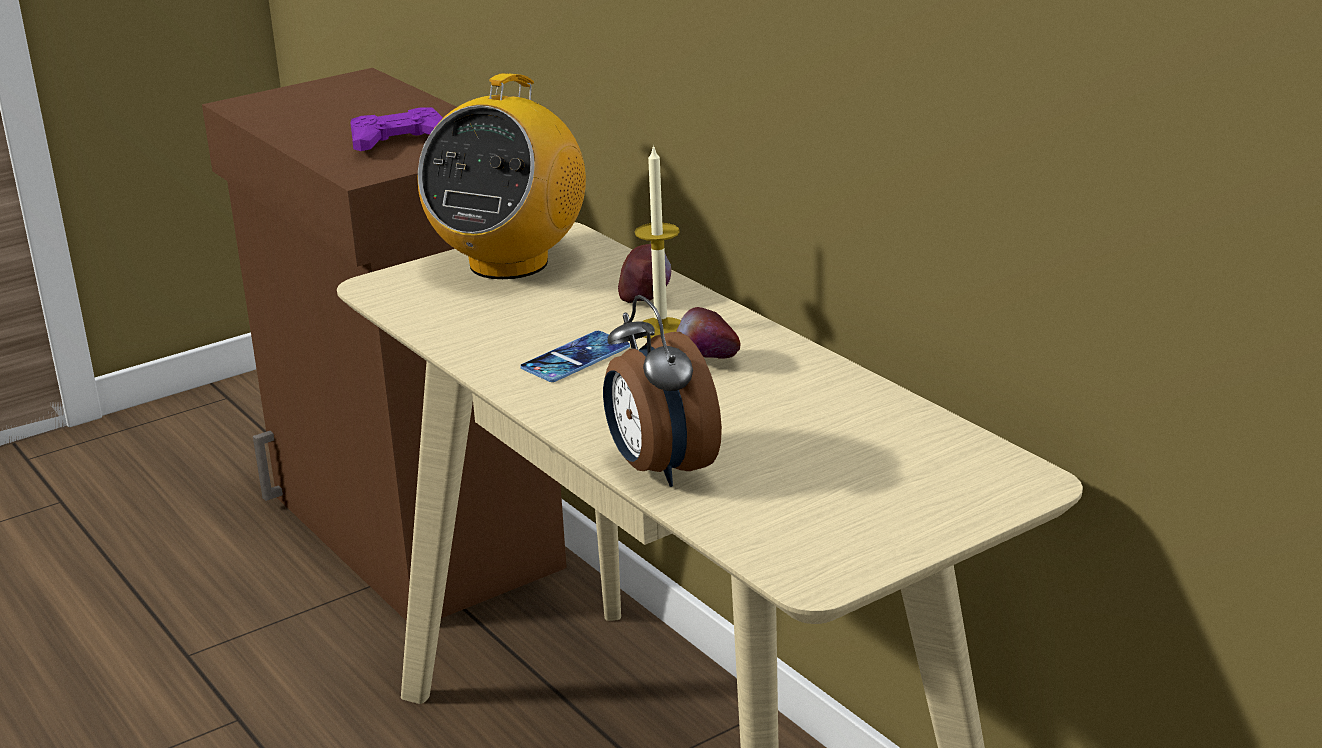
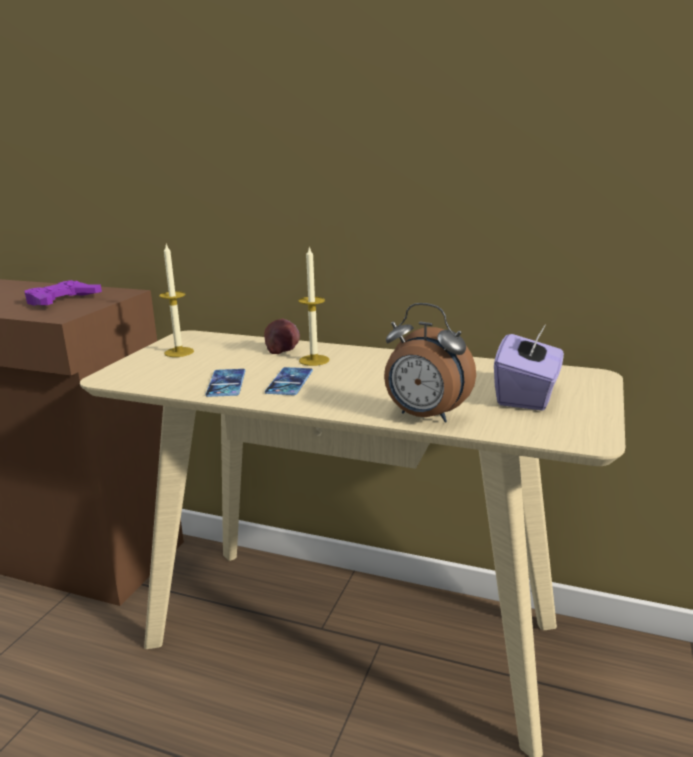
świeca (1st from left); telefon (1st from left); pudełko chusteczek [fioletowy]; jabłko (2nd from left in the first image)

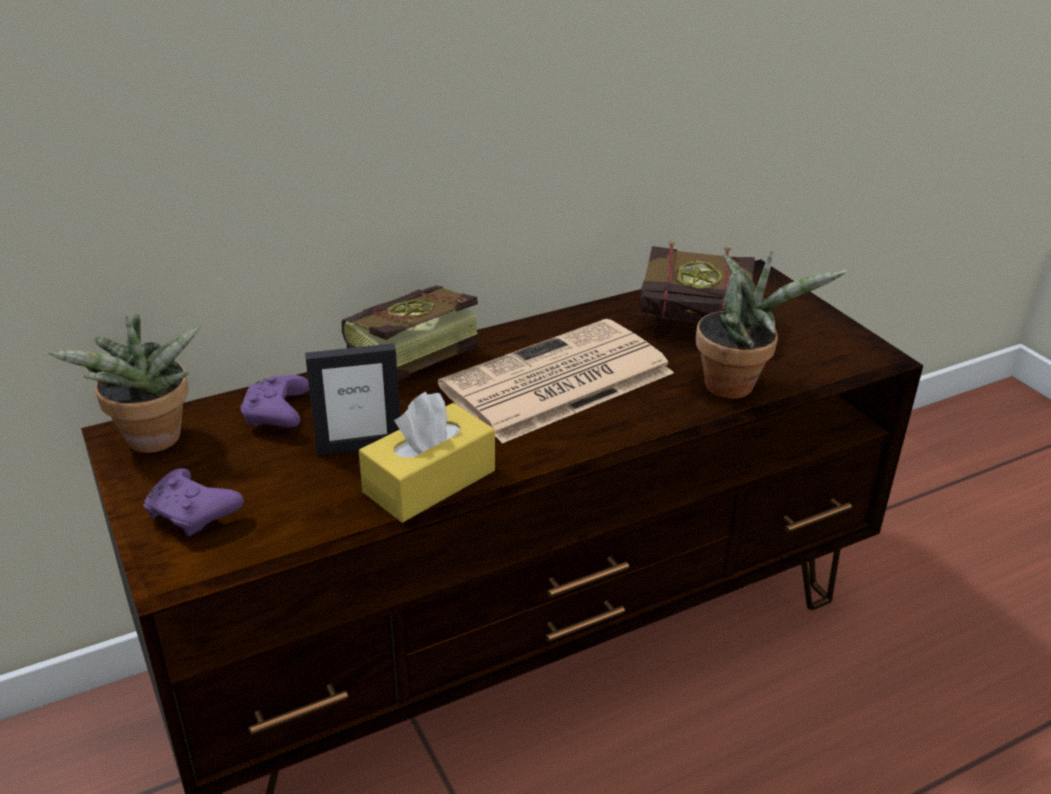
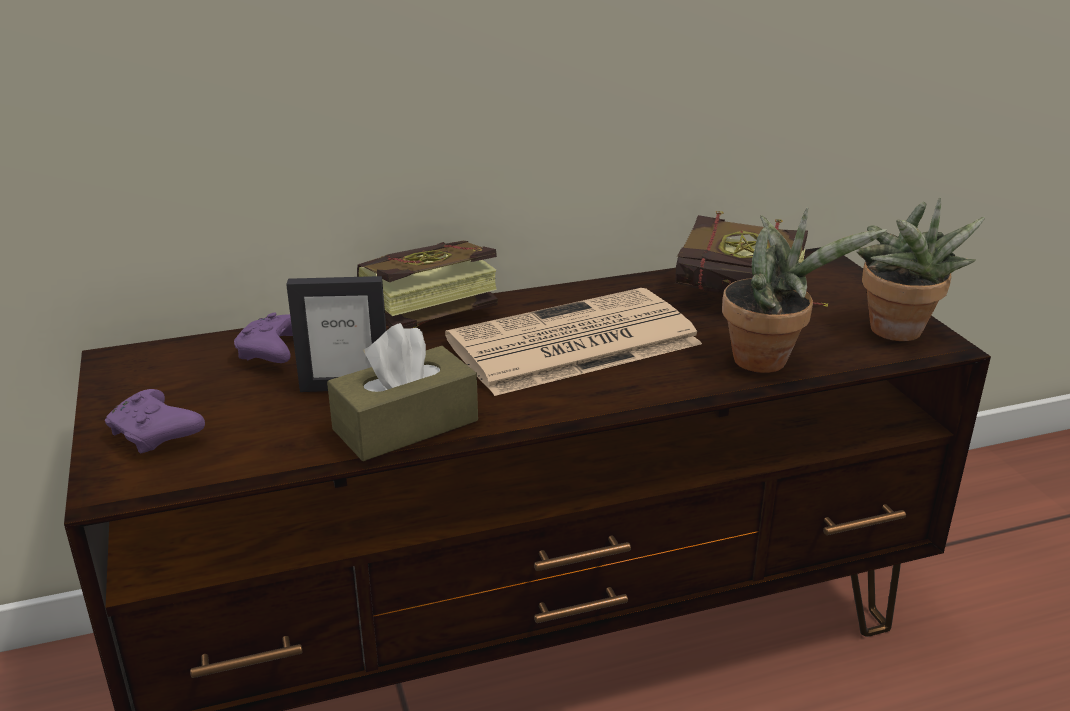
pudełko chusteczek [brązowy]; roślina doniczkowa (2nd from left)

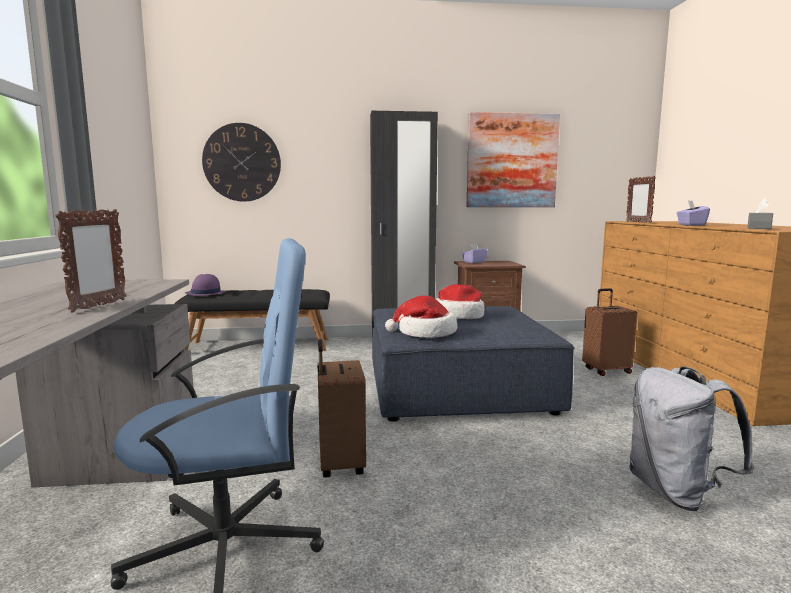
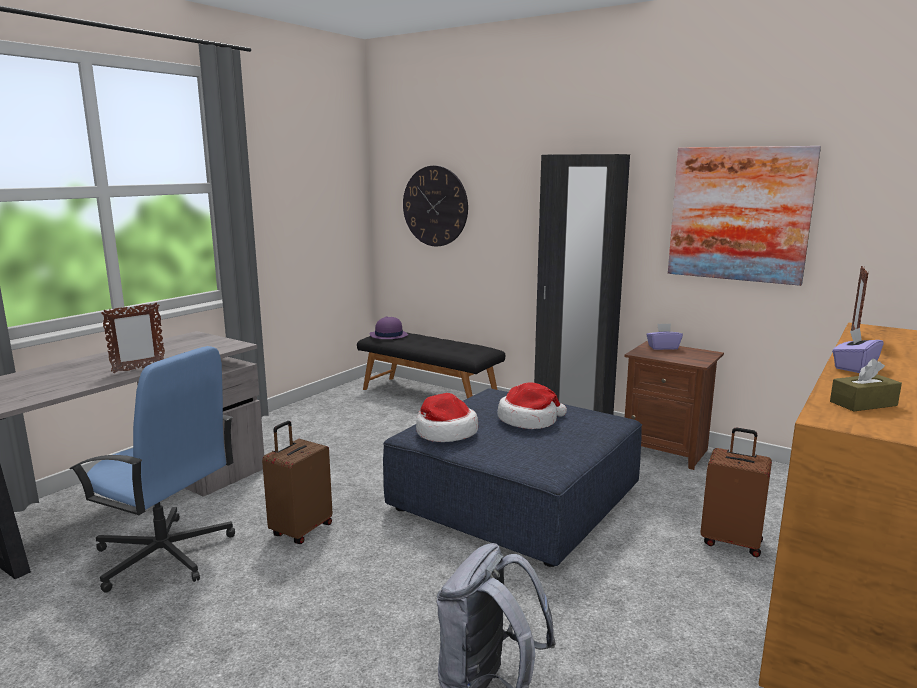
pudełko chusteczek [brązowy]

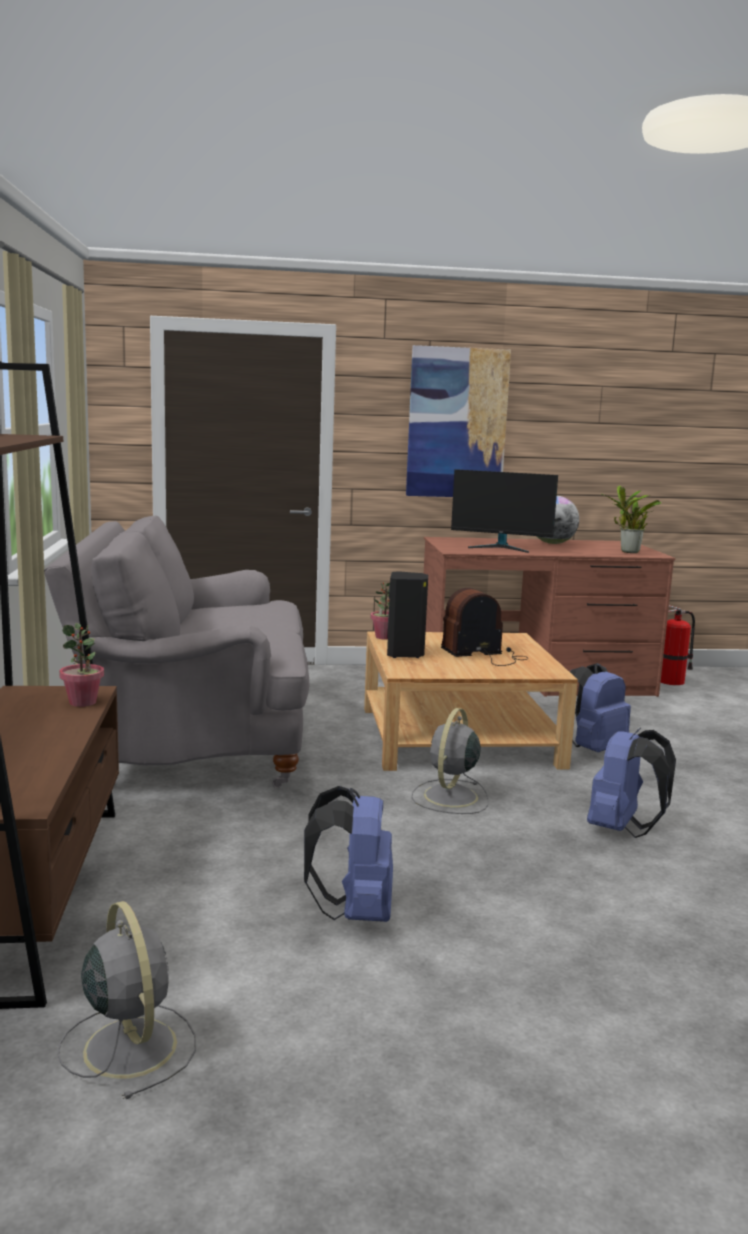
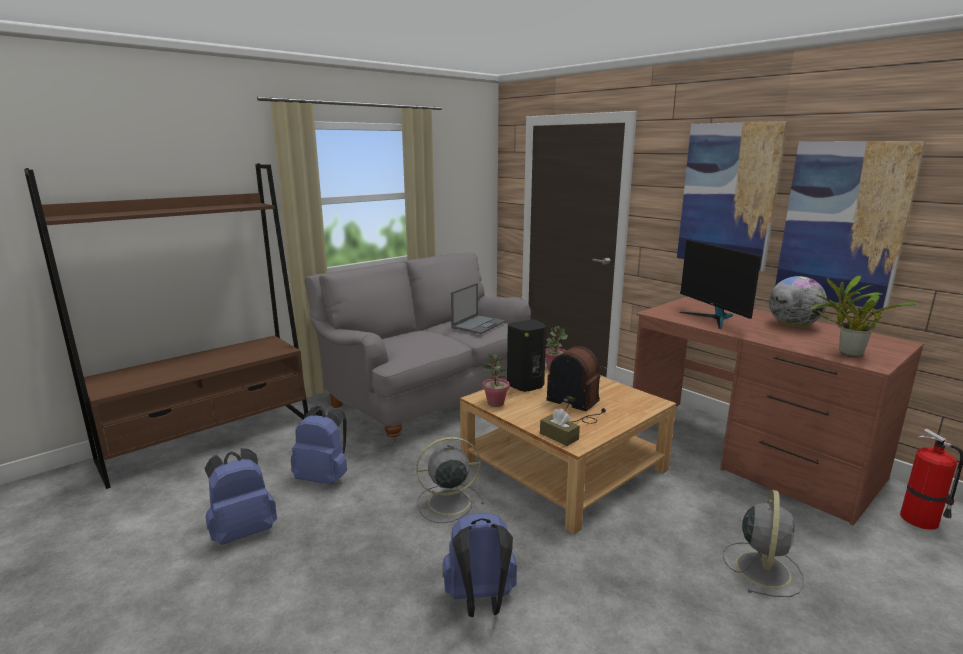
plecak [niebieski] (2nd from left); laptop; roślina doniczkowa (1st from left); pudełko chusteczek [brązowy]; wentylator [szary] (2nd from left); obraz (2nd from left)

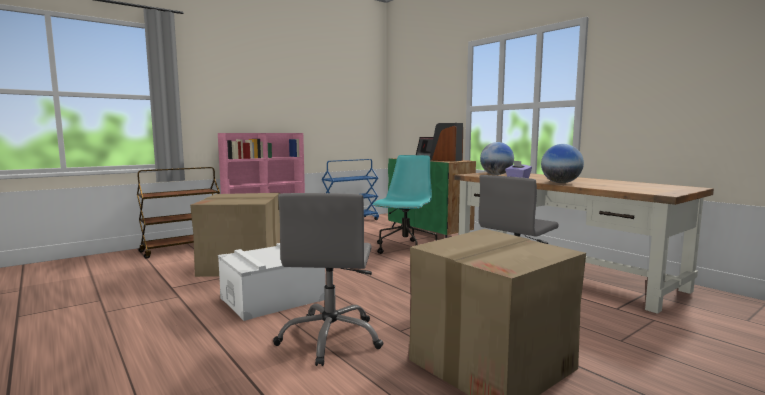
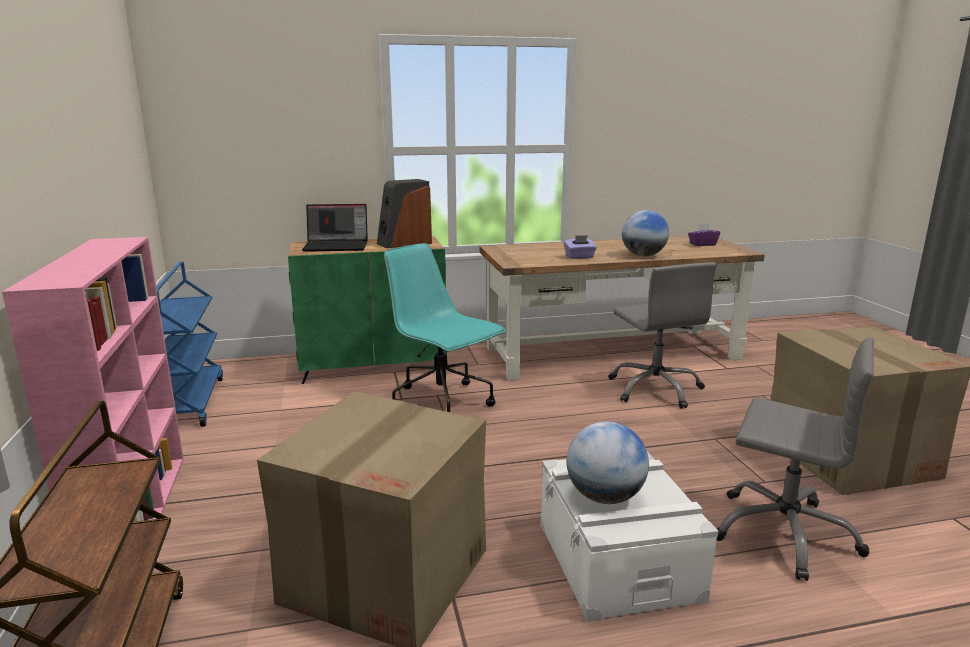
globus (1st from left); pudełko chusteczek [fioletowy] (2nd from left)

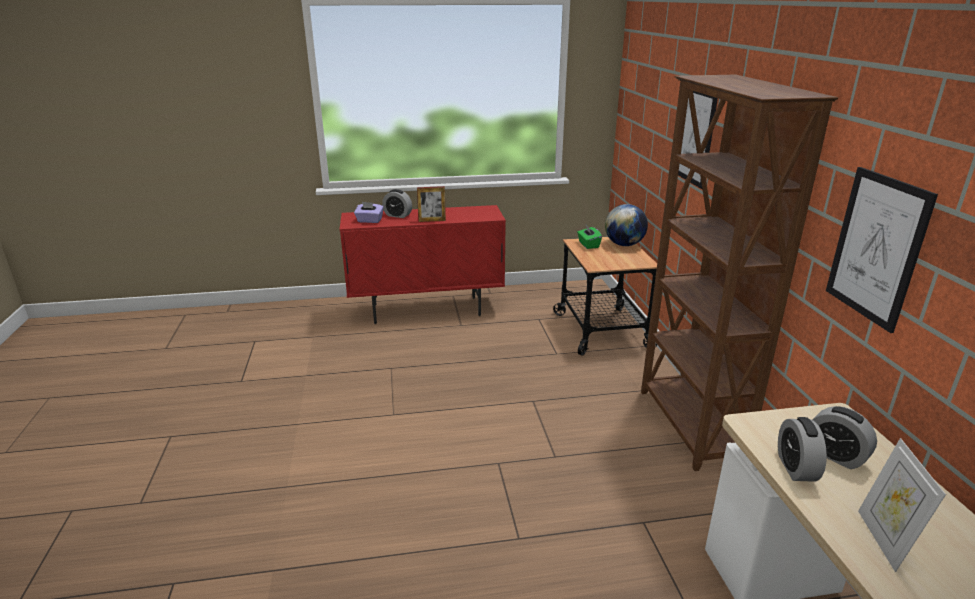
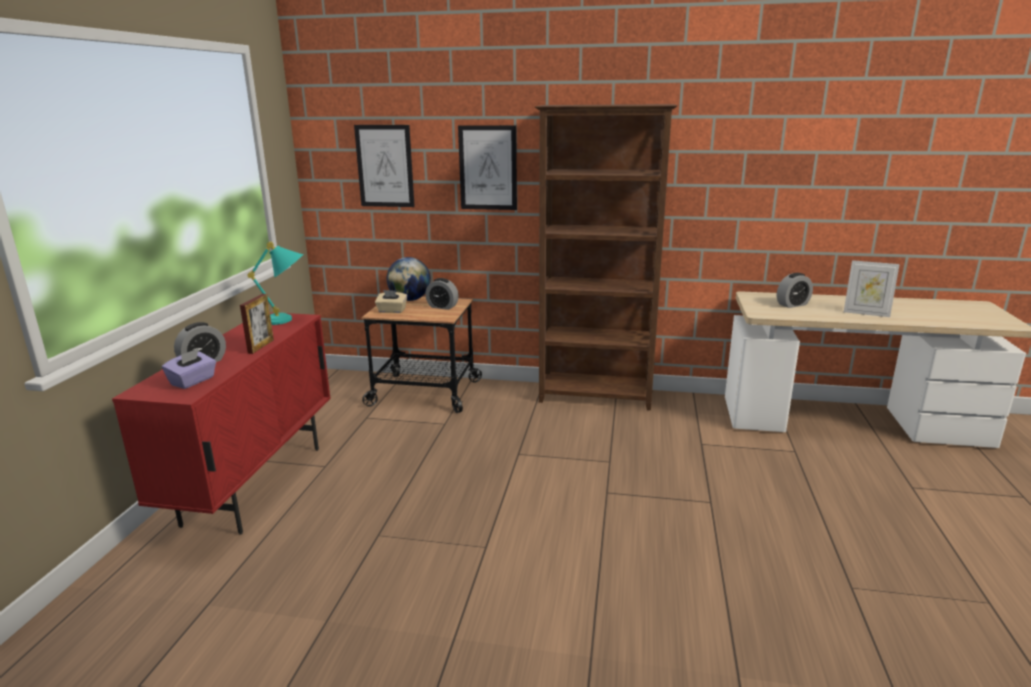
lampa stołowa [turkusowy]; obraz (1st from left); pudełko chusteczek [beżowy]; budzik (2nd from left)

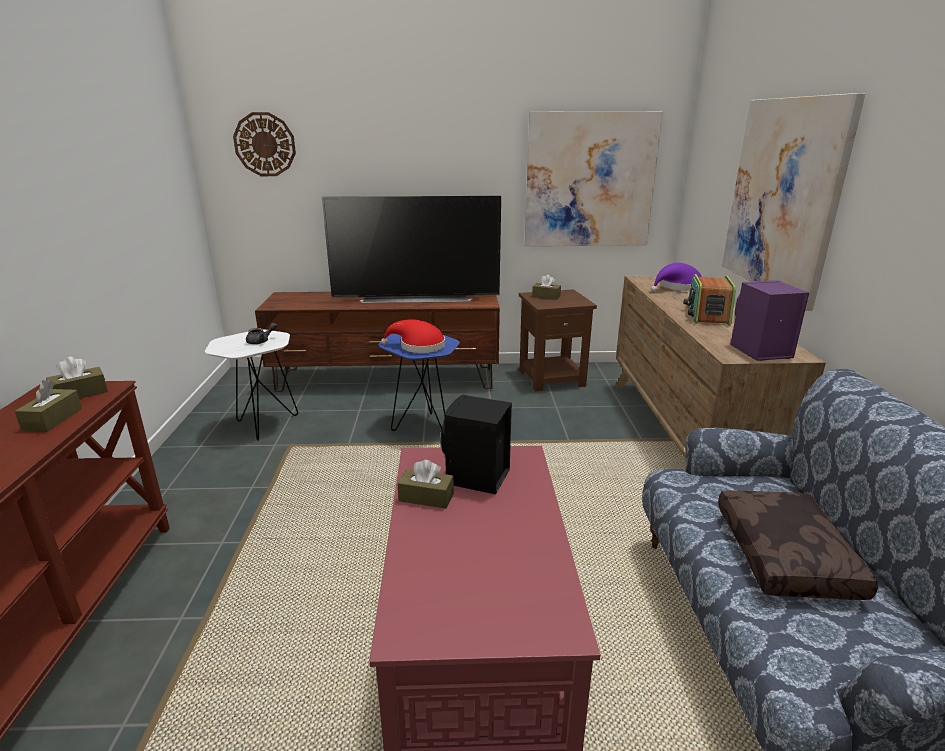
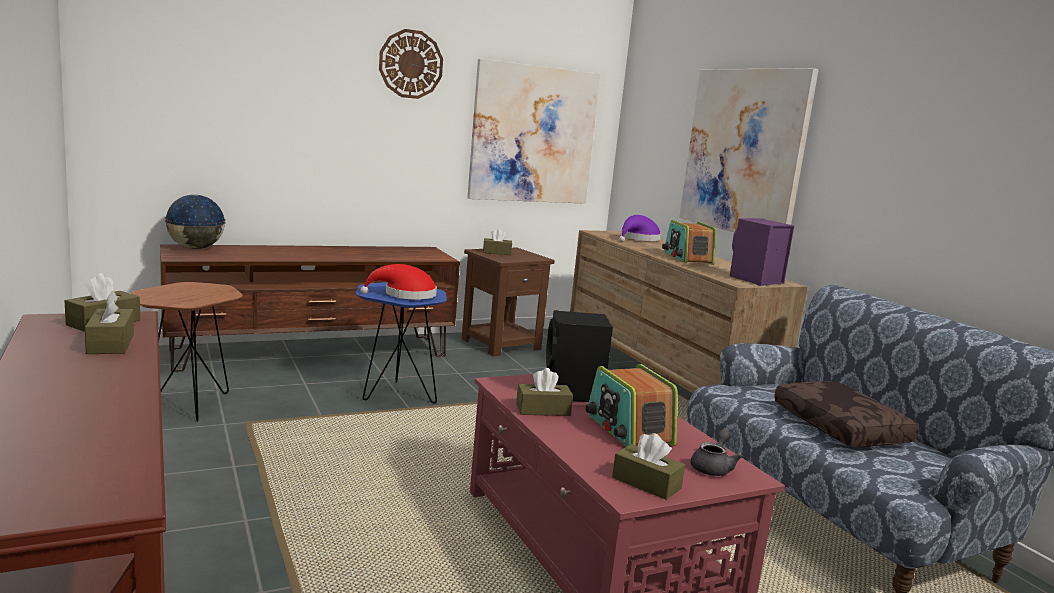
stolik [brązowy] (1st from left); globus; zegar ścienny; radio (1st from left); pudełko chusteczek [brązowy] (5th from left); imbryk [szary]; telewizor

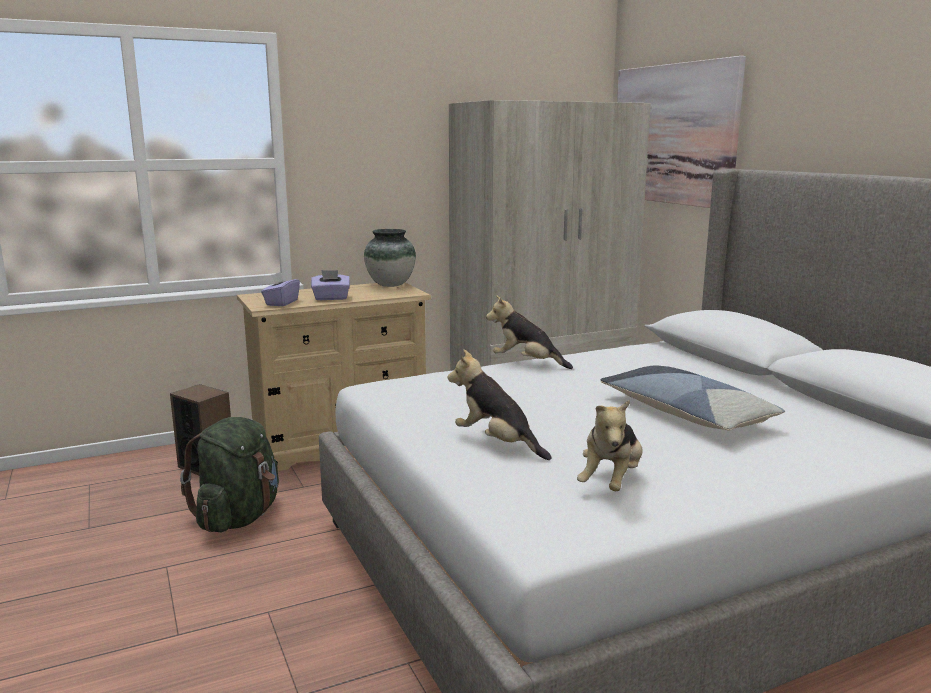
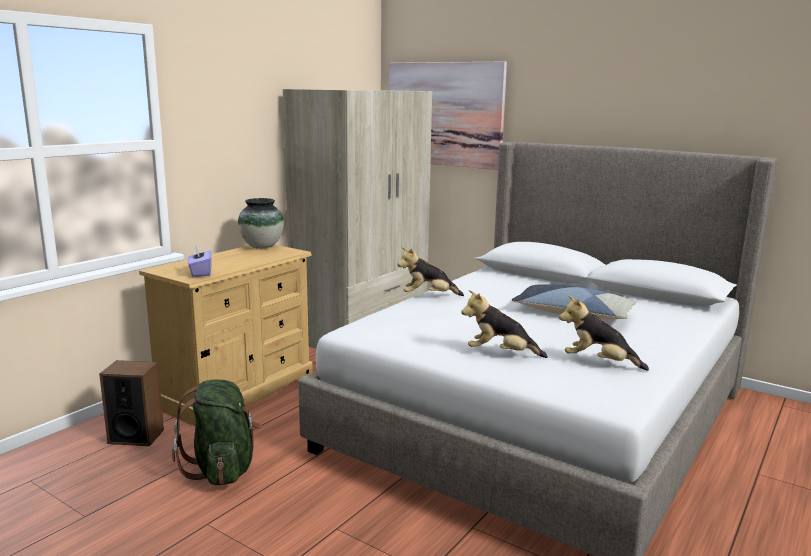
pluszak (3rd from left); pudełko chusteczek [fioletowy] (2nd from left in the first image)

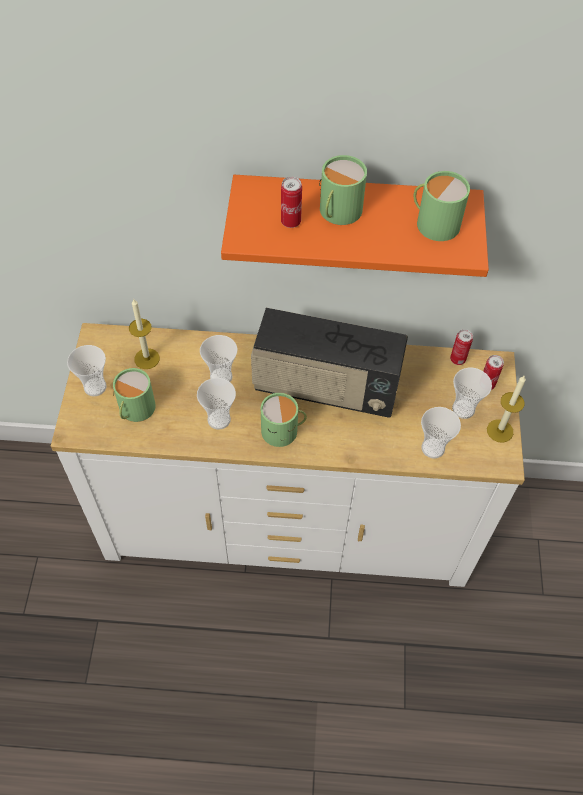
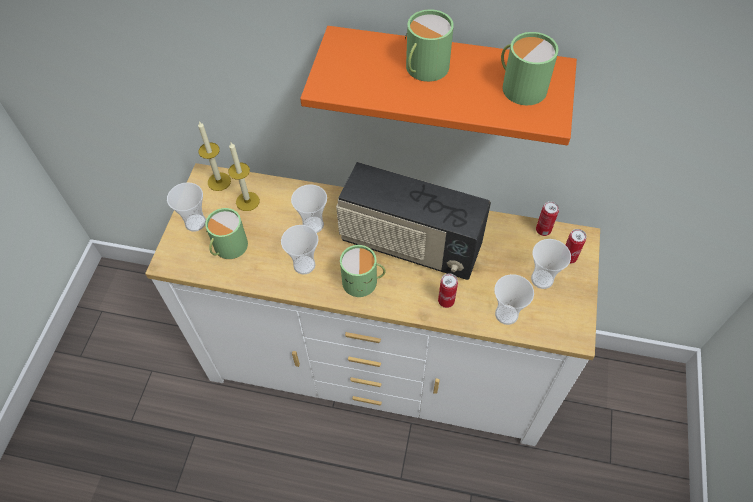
świeca (1st from left); puszka (1st from left)

